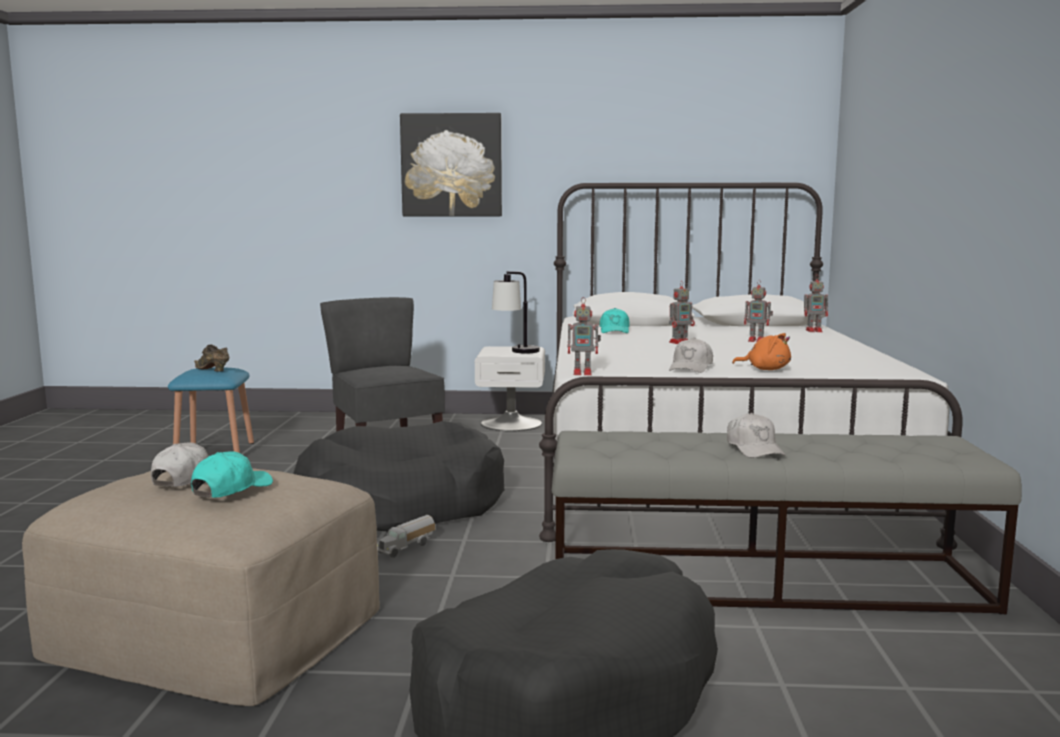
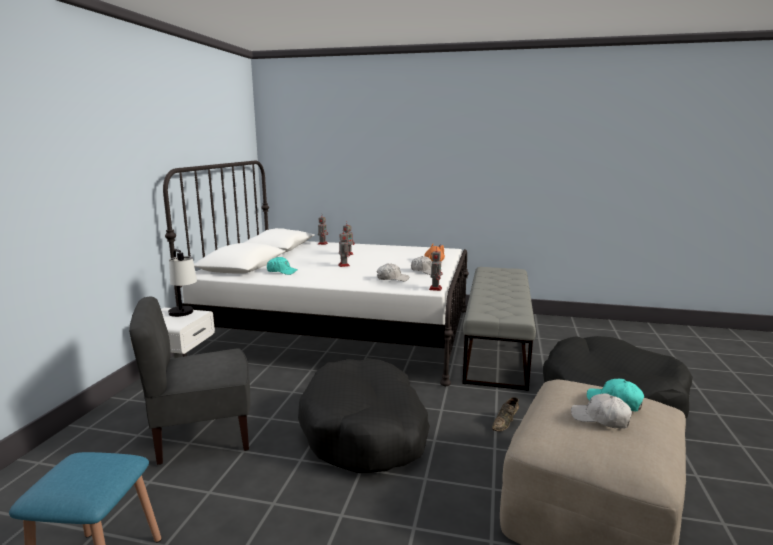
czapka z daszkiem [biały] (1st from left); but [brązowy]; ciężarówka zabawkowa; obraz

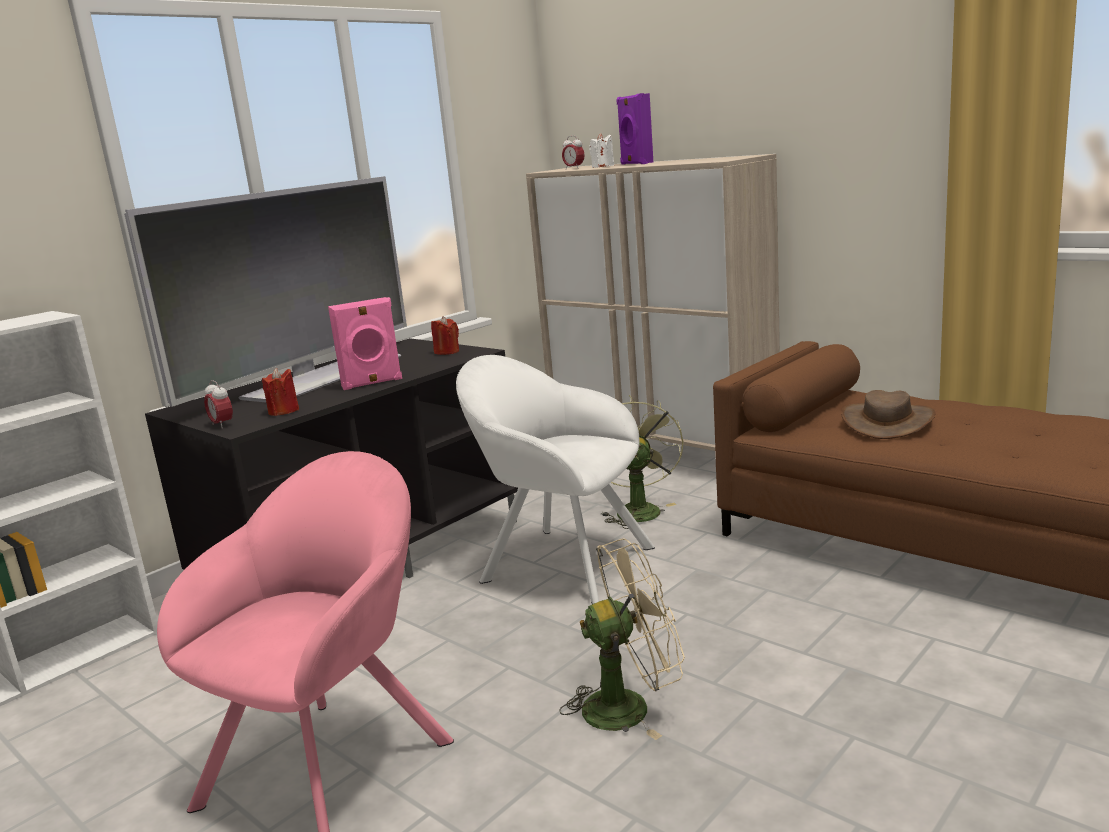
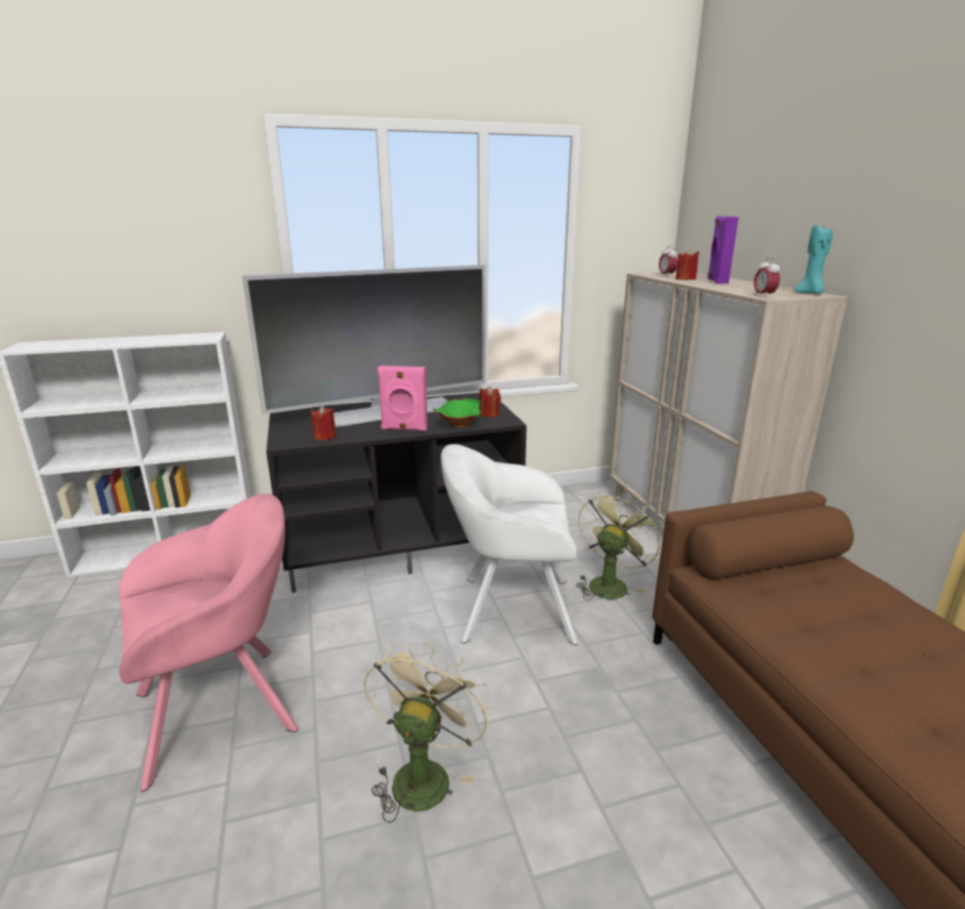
wentylator [beżowy]; miska [zielony]; fotel [biały]; świeca [czerwony] (3rd from left); budzik (2nd from left); świeca [turkusowy]; kapelusz [brązowy]

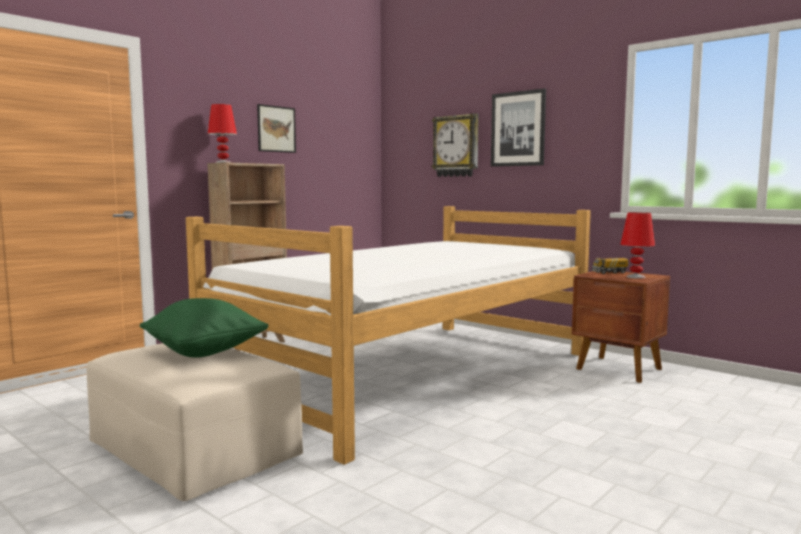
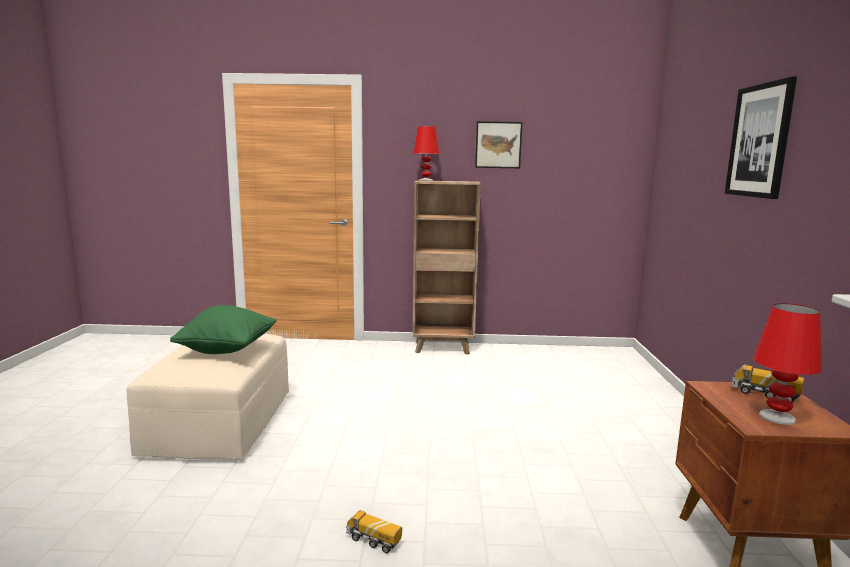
ciężarówka zabawkowa (1st from left); łóżko; zegar ścienny

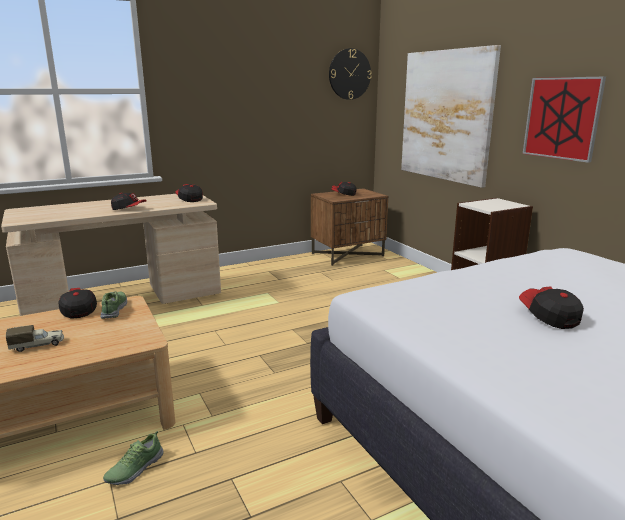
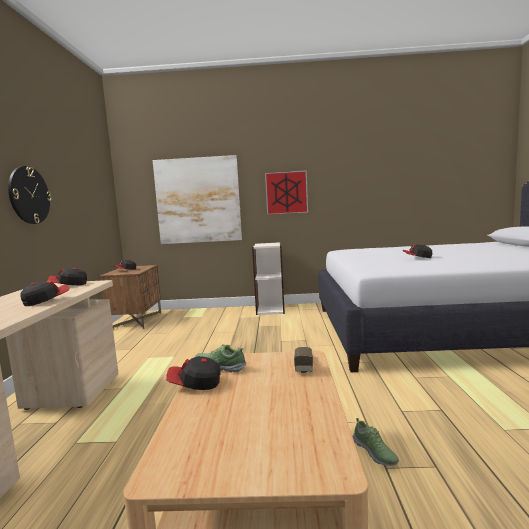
zegar ścienny; ciężarówka zabawkowa

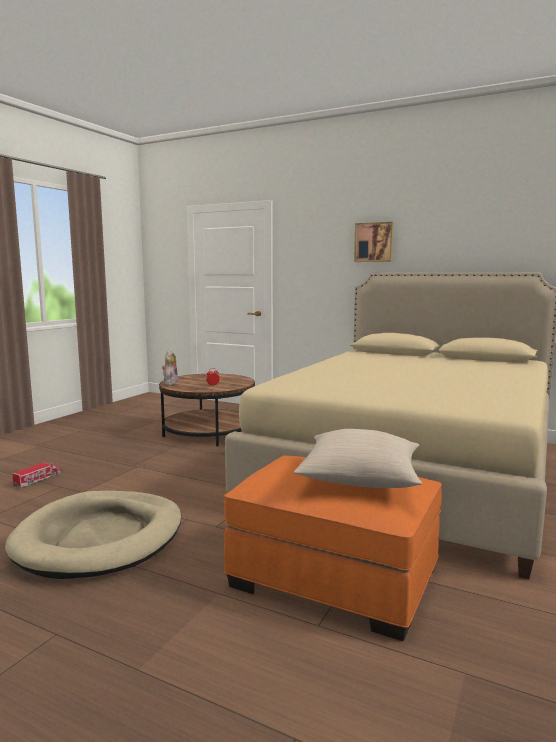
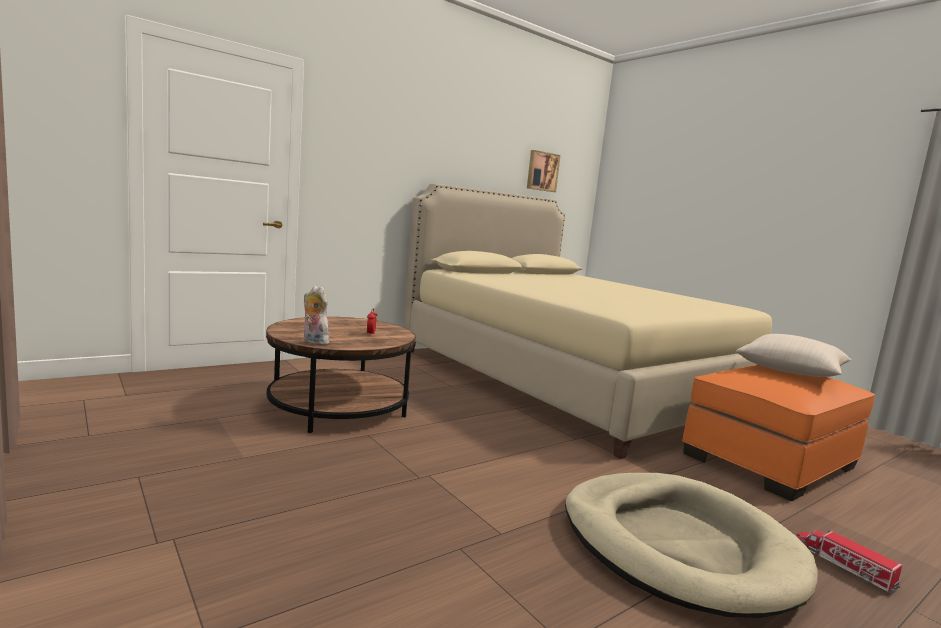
obraz; ciężarówka zabawkowa

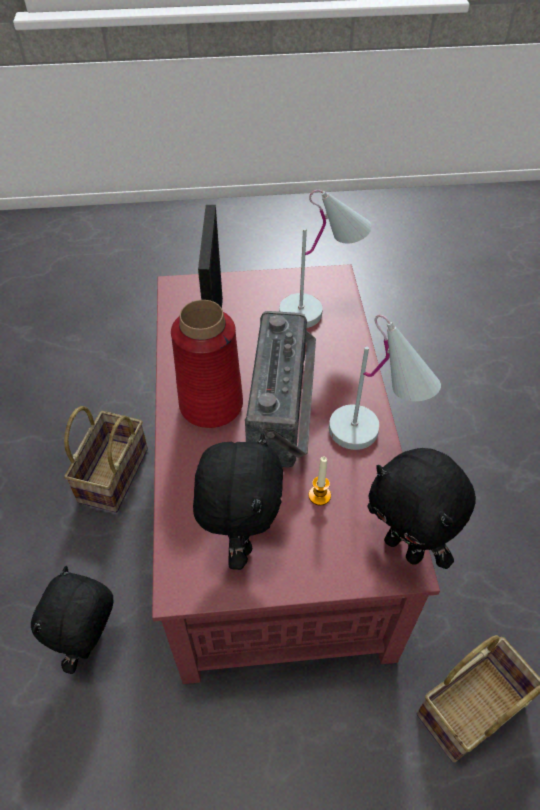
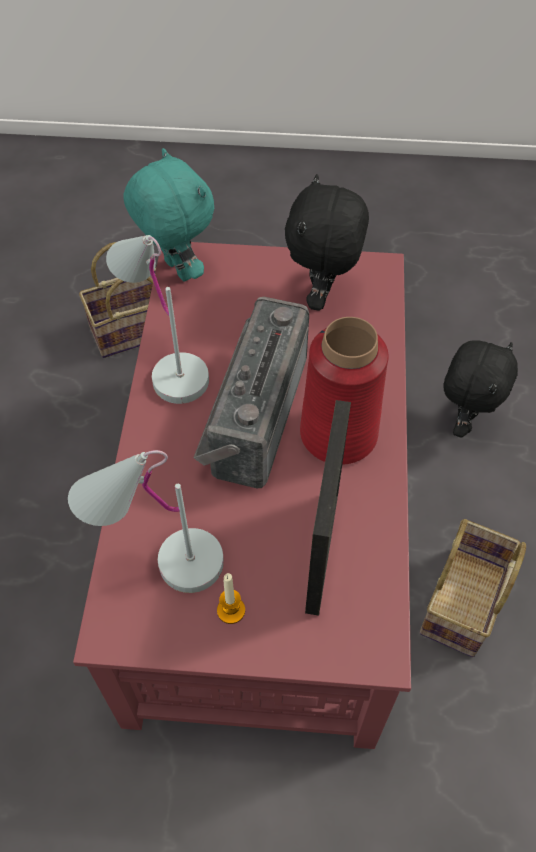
pluszak [turkusowy]; świeca

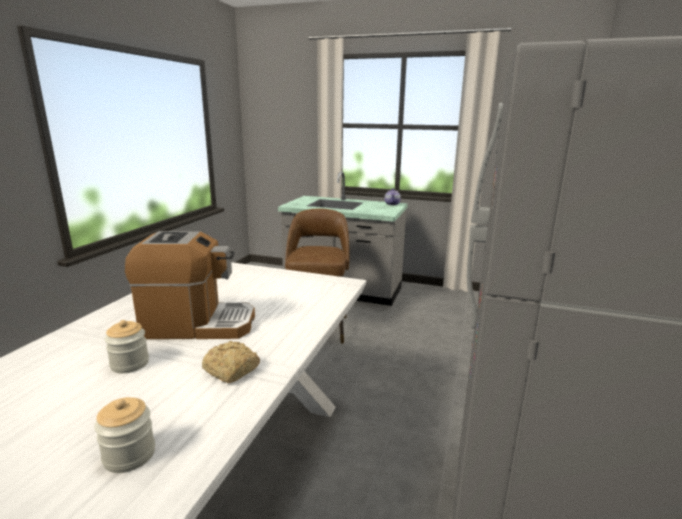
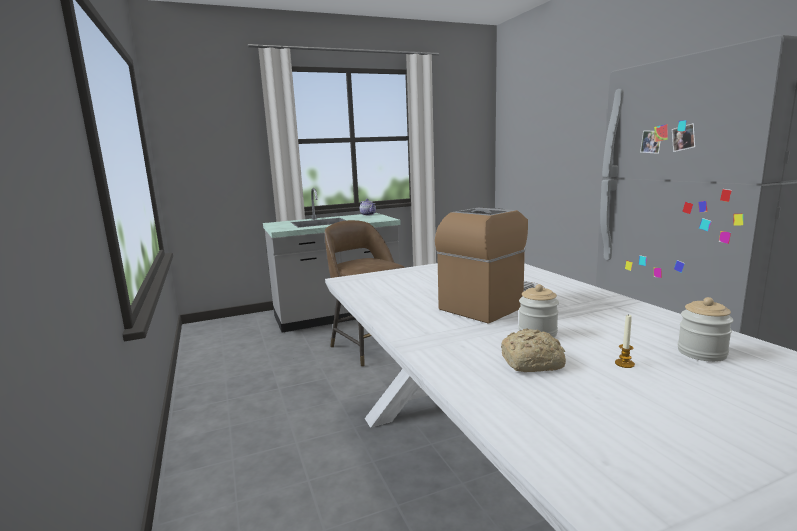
chleb; świeca

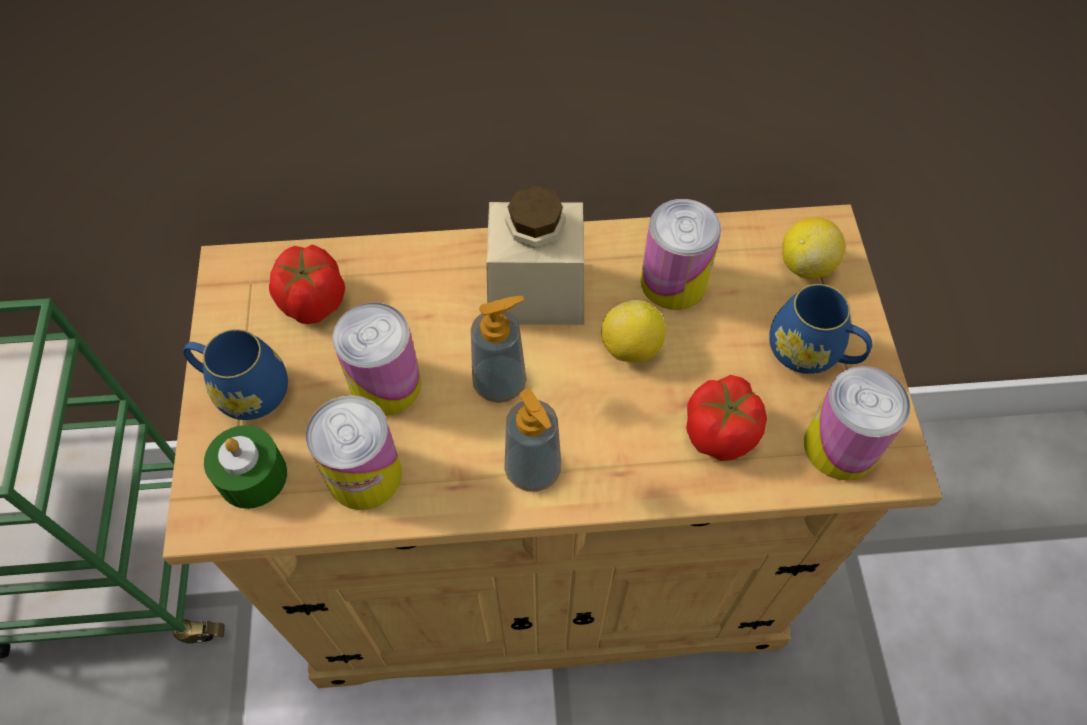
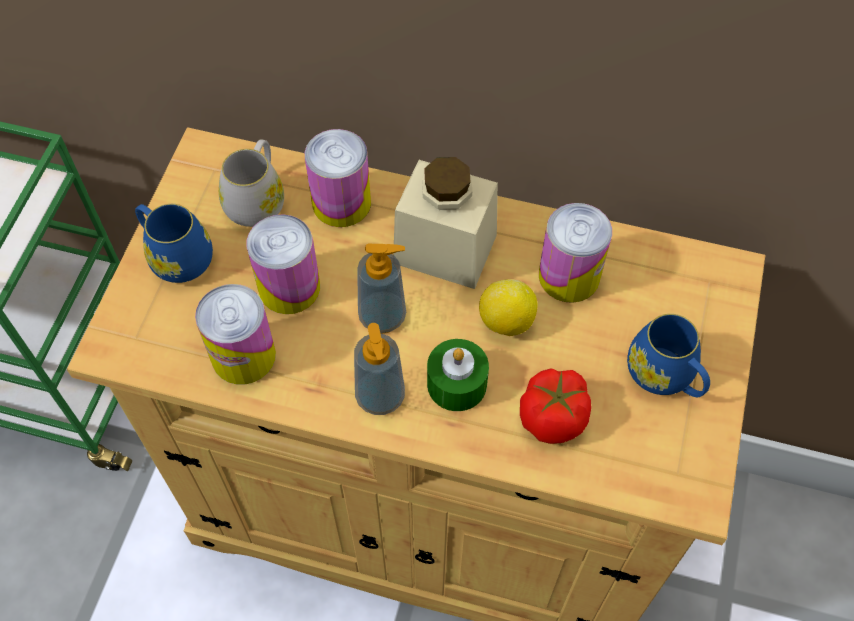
kubek [biały]; puszka (3rd from left); świeca [zielony]; cytryna (2nd from left in the first image)

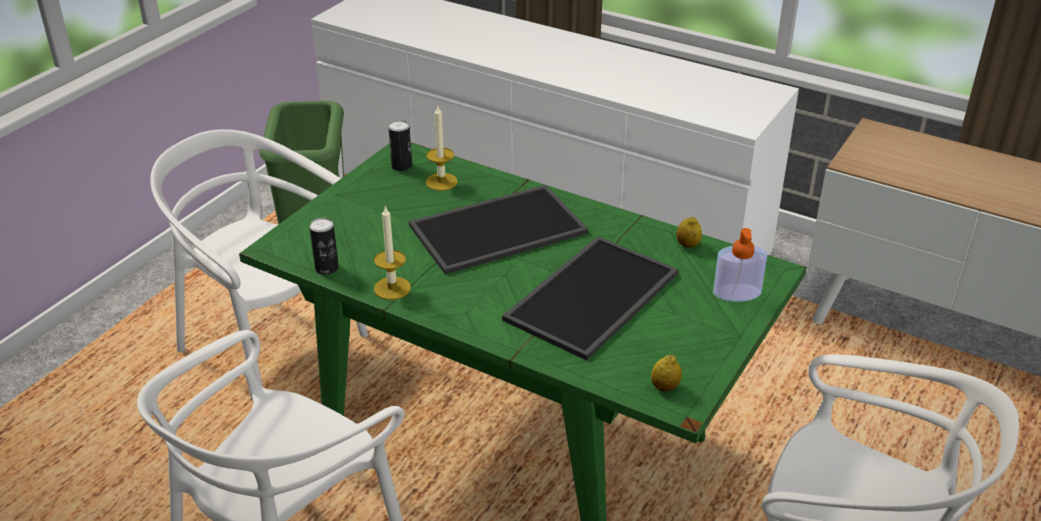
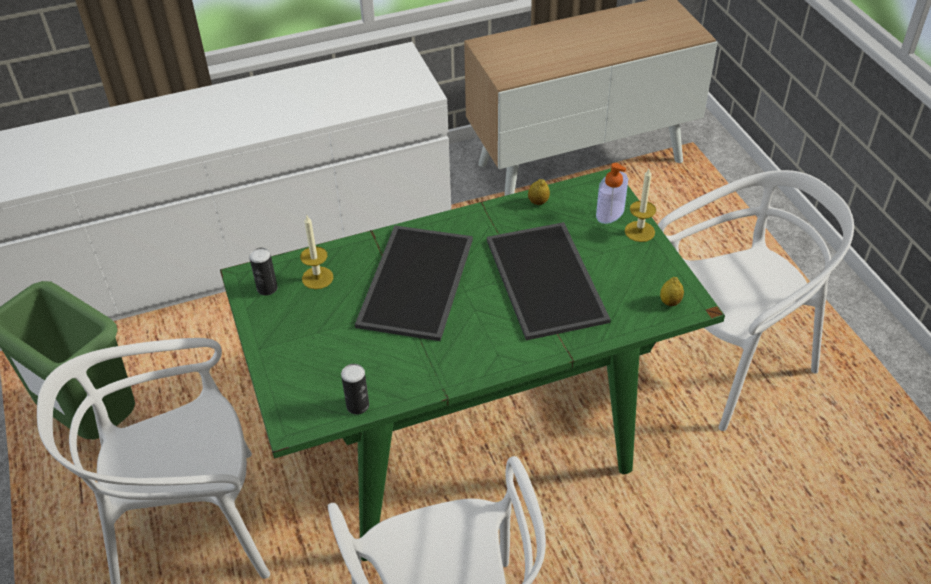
świeca (2nd from left)

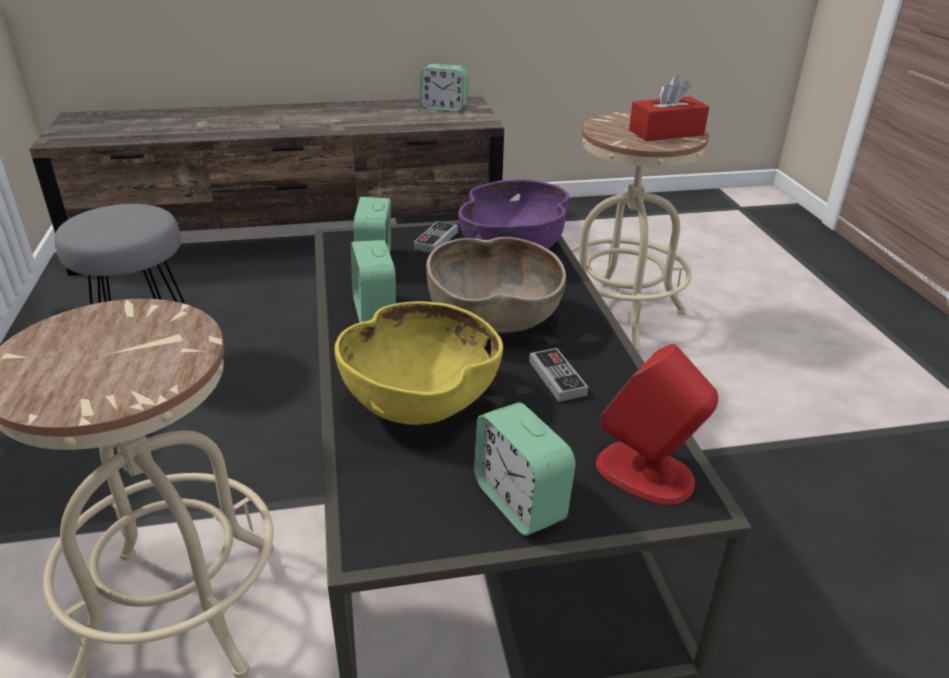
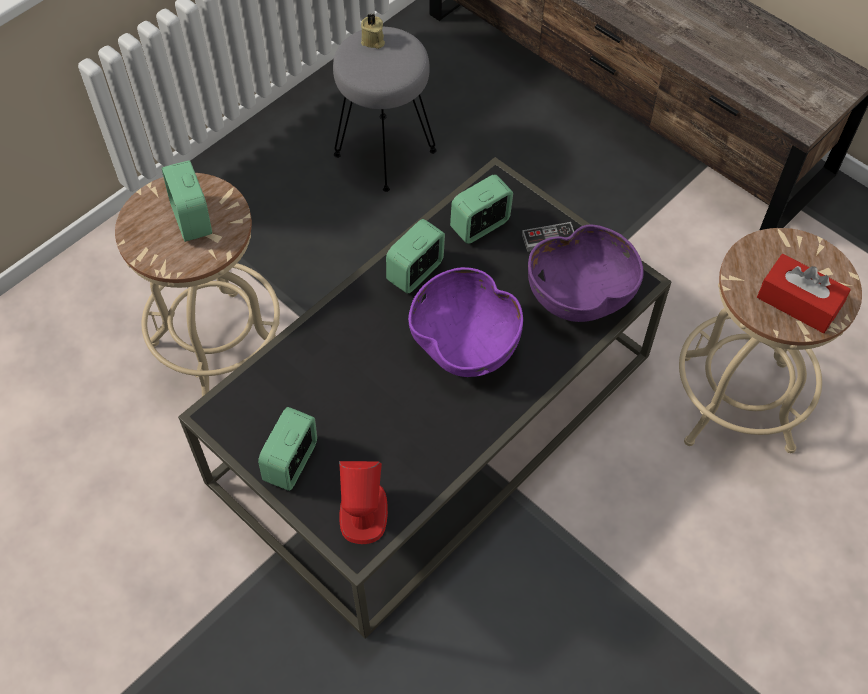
budzik (1st from left); świeca [beżowy]; miska [fioletowy] (1st from left); miska [żółty]; pad do gier (2nd from left in the first image)

